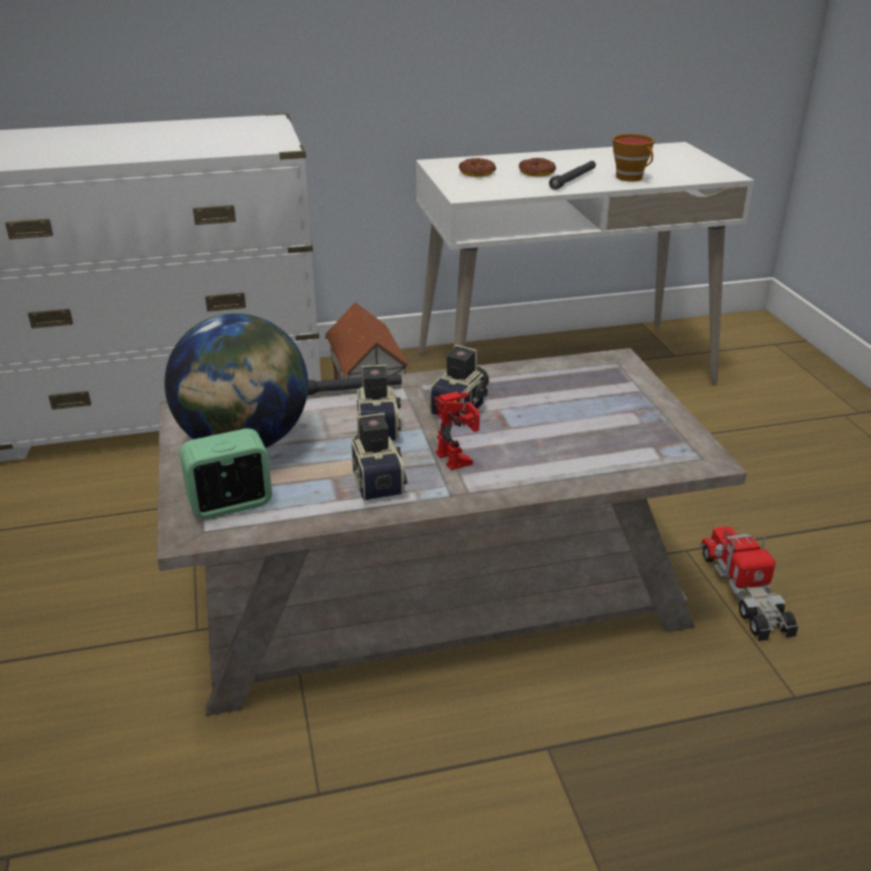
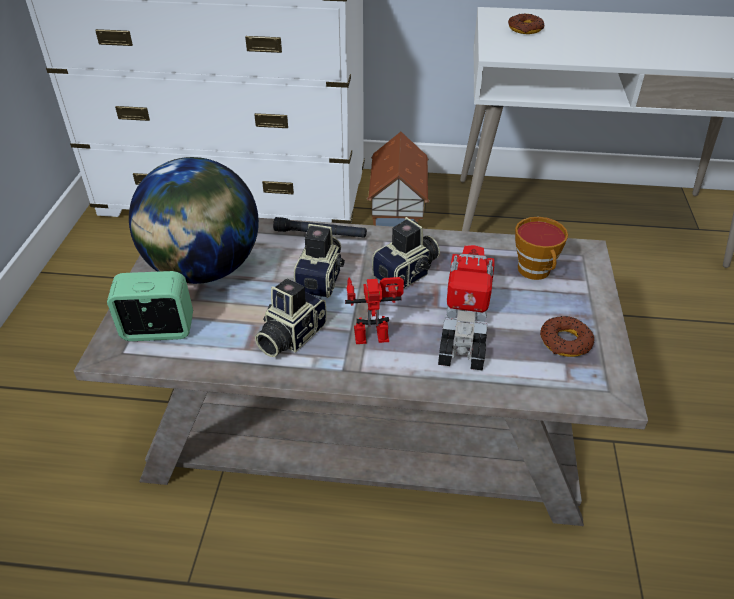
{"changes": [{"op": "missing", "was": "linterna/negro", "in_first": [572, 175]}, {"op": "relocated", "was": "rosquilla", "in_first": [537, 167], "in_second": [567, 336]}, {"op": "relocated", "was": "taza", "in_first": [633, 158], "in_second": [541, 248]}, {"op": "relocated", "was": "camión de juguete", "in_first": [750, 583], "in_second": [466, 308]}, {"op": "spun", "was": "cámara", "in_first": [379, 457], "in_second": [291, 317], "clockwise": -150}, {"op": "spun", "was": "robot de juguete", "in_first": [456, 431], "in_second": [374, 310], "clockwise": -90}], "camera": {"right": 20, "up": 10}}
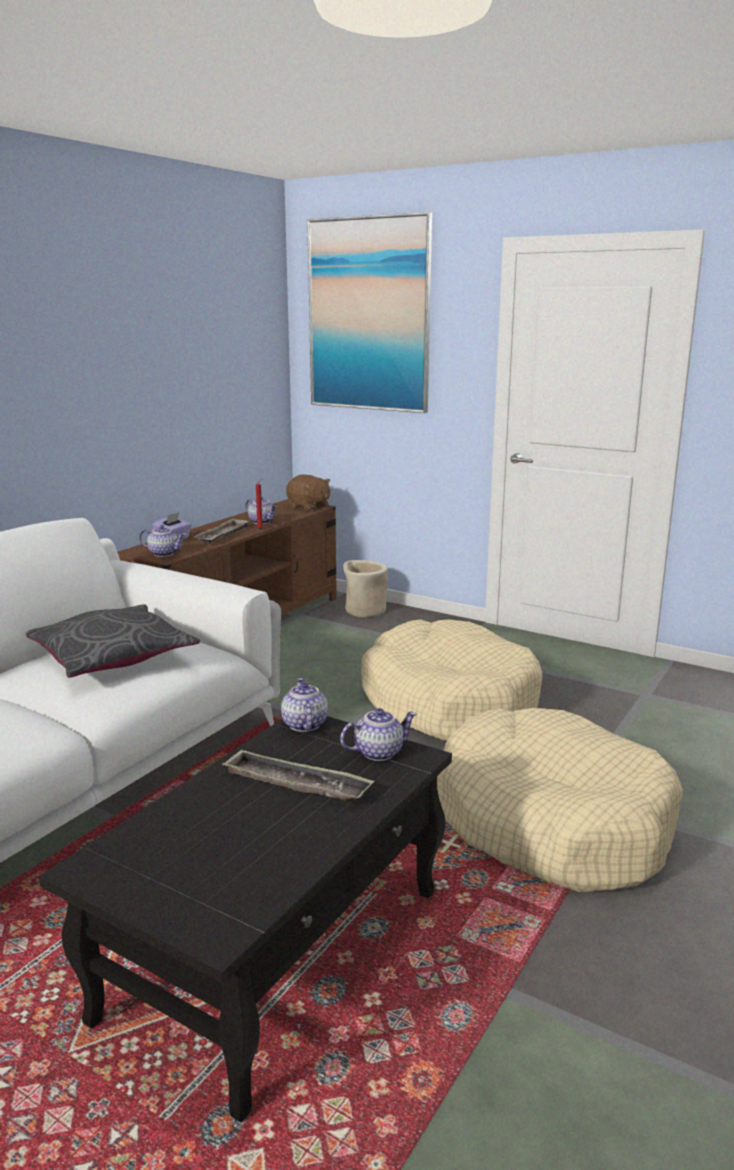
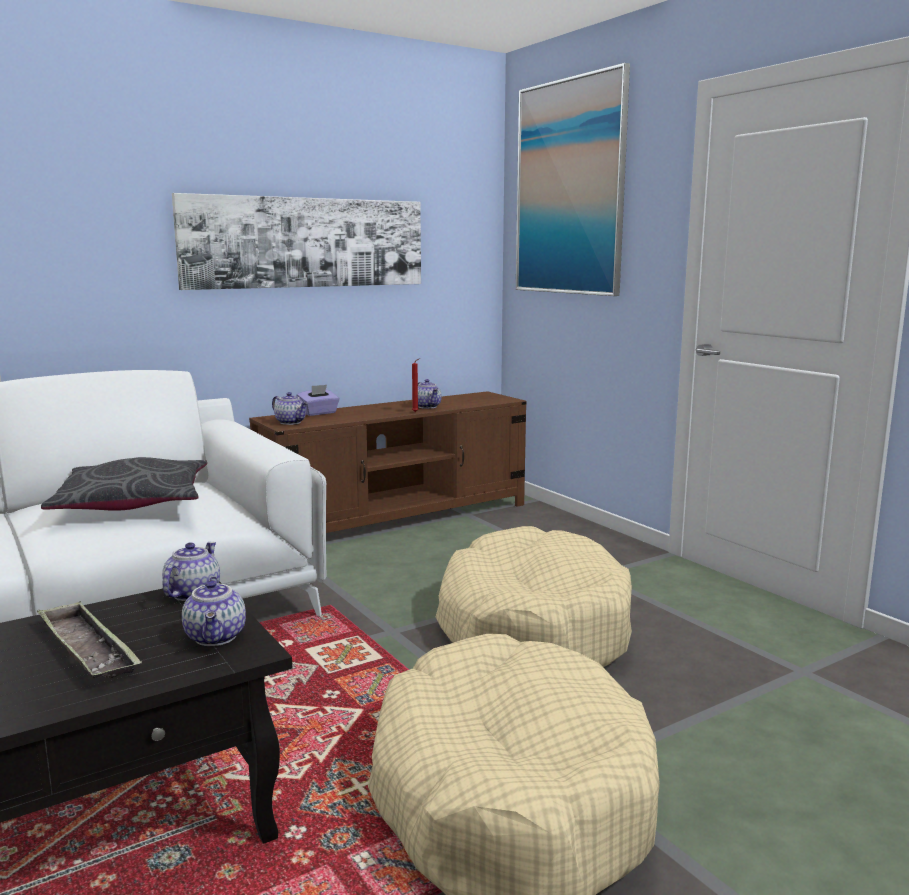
{"changes": [{"op": "missing", "was": "bandeja", "in_first": [221, 530]}, {"op": "missing", "was": "peluche/marrón", "in_first": [308, 493]}, {"op": "missing", "was": "maceta/beis", "in_first": [365, 588]}, {"op": "appeared", "now": "cuadro", "in_second": [296, 241]}, {"op": "spun", "was": "tetera", "in_first": [378, 734], "in_second": [214, 611], "clockwise": 75}], "camera": {"right": 25, "up": -5}}
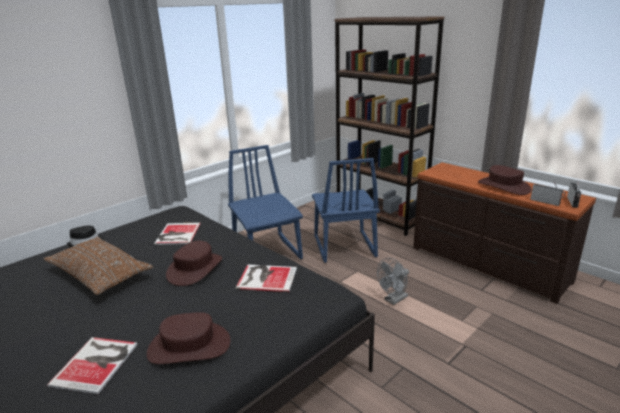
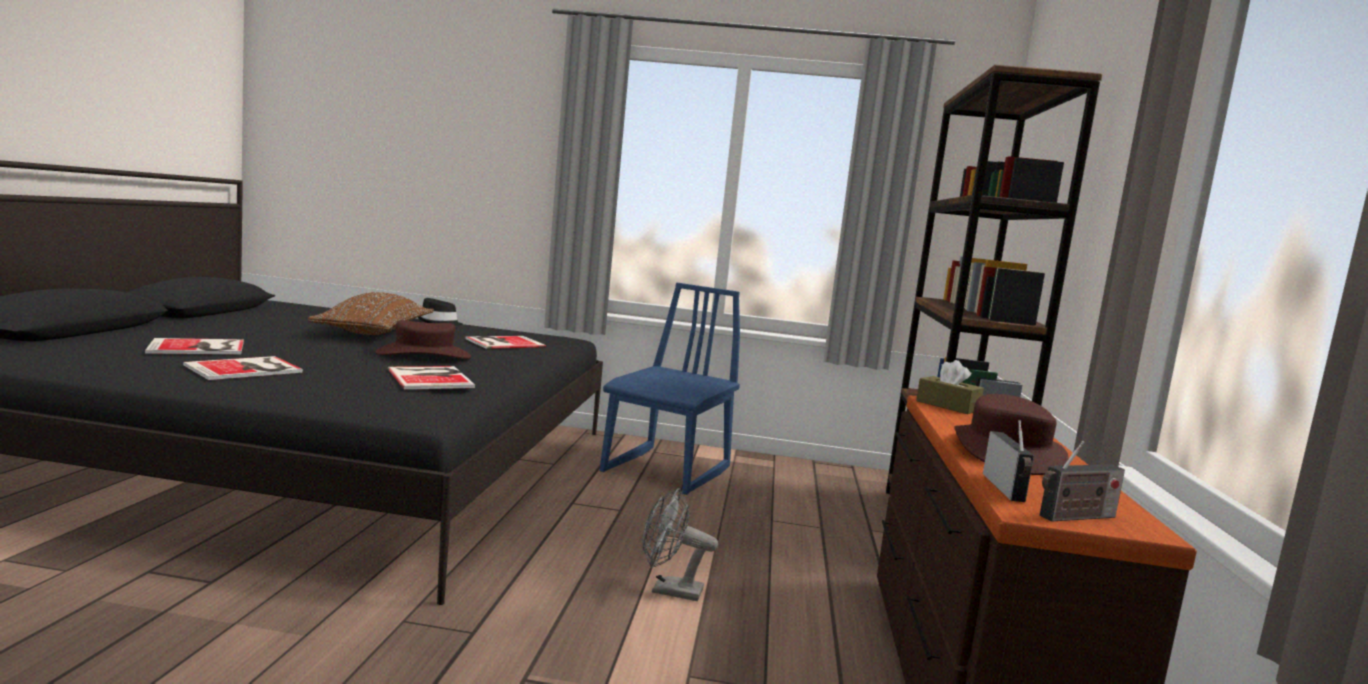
{"changes": [{"op": "missing", "was": "silla/azul", "in_first": [346, 210]}, {"op": "appeared", "now": "caja de pañuelos/marrón", "in_second": [950, 387]}, {"op": "exchanged", "was": "sombrero/marrón", "now": "libro", "in_first": [188, 338], "in_second": [243, 368]}], "camera": {"right": 50, "up": -15}}
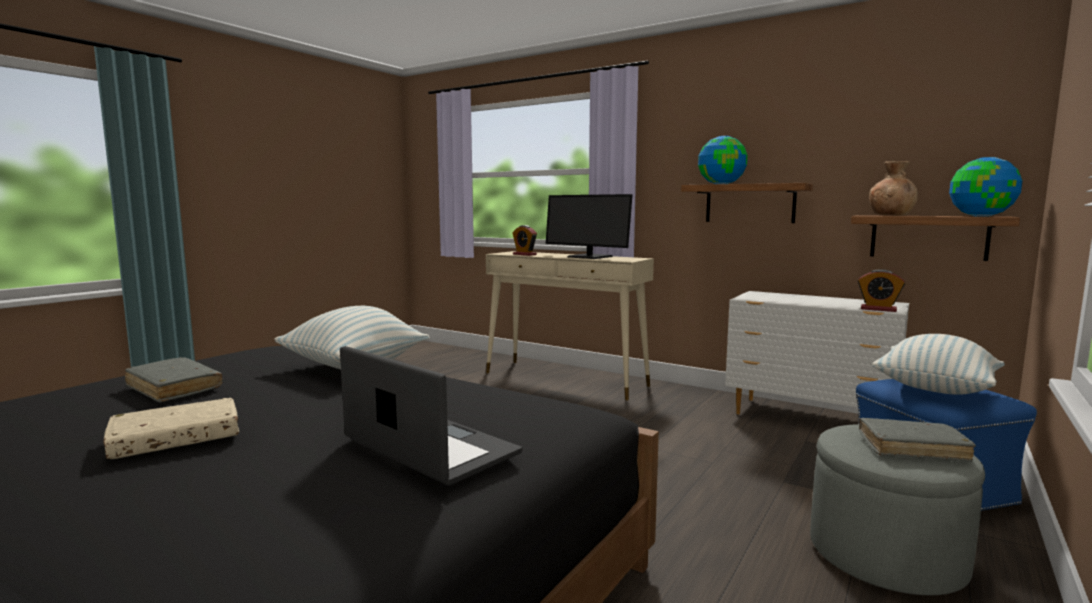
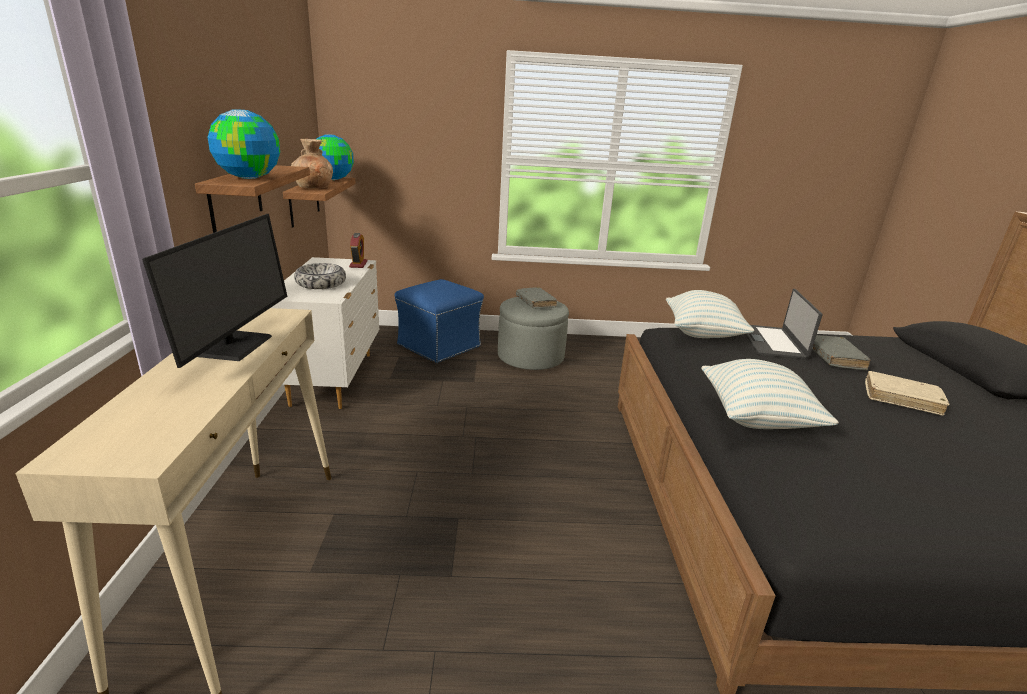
{"changes": [{"op": "missing", "was": "despertador", "in_first": [525, 240]}, {"op": "appeared", "now": "cuenco", "in_second": [320, 276]}, {"op": "relocated", "was": "libro/gris", "in_first": [174, 380], "in_second": [841, 352]}, {"op": "relocated", "was": "cojín", "in_first": [938, 364], "in_second": [710, 314]}], "camera": {"right": -125, "up": 15}}
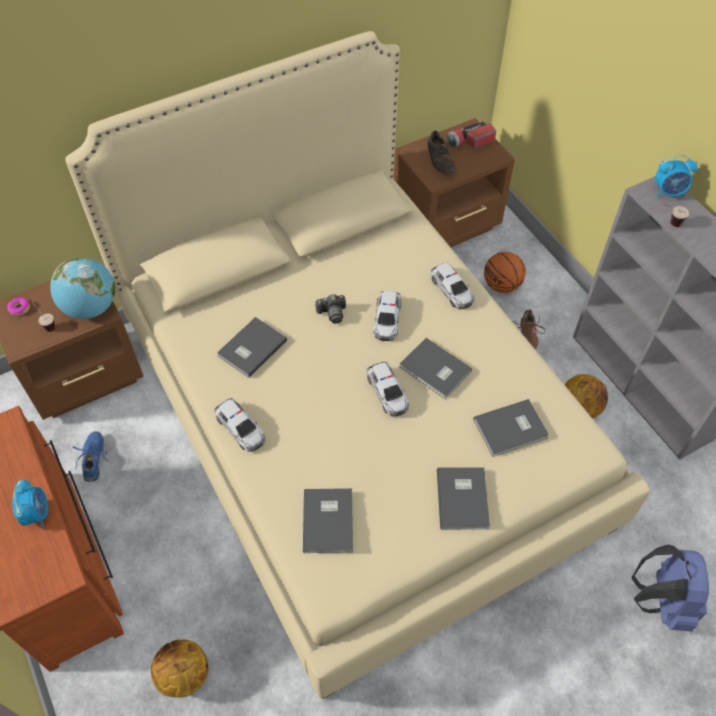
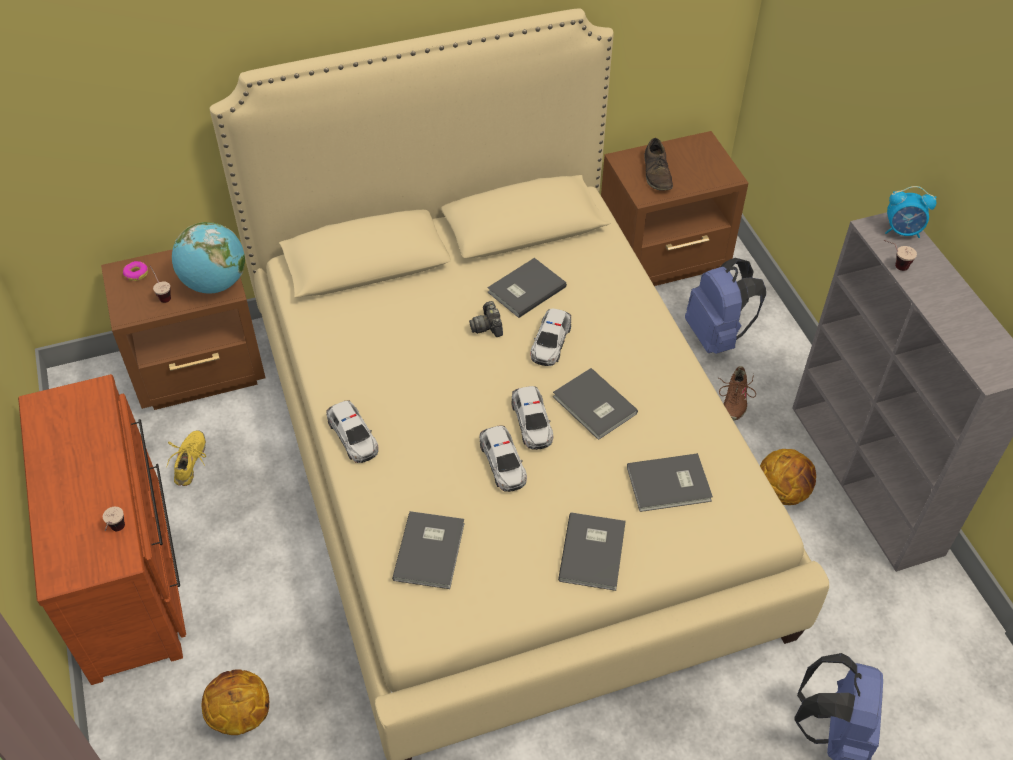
{"changes": [{"op": "missing", "was": "despertador", "in_first": [30, 503]}, {"op": "missing", "was": "linterna", "in_first": [471, 135]}, {"op": "appeared", "now": "taza", "in_second": [114, 519]}, {"op": "relocated", "was": "libro/gris", "in_first": [252, 347], "in_second": [527, 288]}, {"op": "relocated", "was": "coche de juguete", "in_first": [452, 286], "in_second": [503, 458]}, {"op": "exchanged", "was": "balón de baloncesto", "now": "mochila/azul", "in_first": [505, 272], "in_second": [725, 306]}, {"op": "colour", "was": "zapato/azul", "now": "zapato/amarillo", "in_first": [90, 456], "in_second": [186, 458]}, {"op": "spun", "was": "cámara", "in_first": [330, 309], "in_second": [486, 319], "clockwise": 75}], "camera": {"right": 10, "up": -5}}
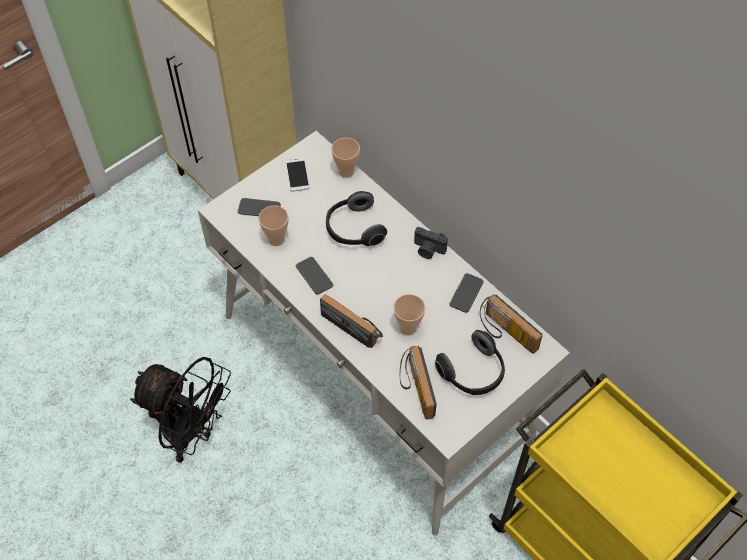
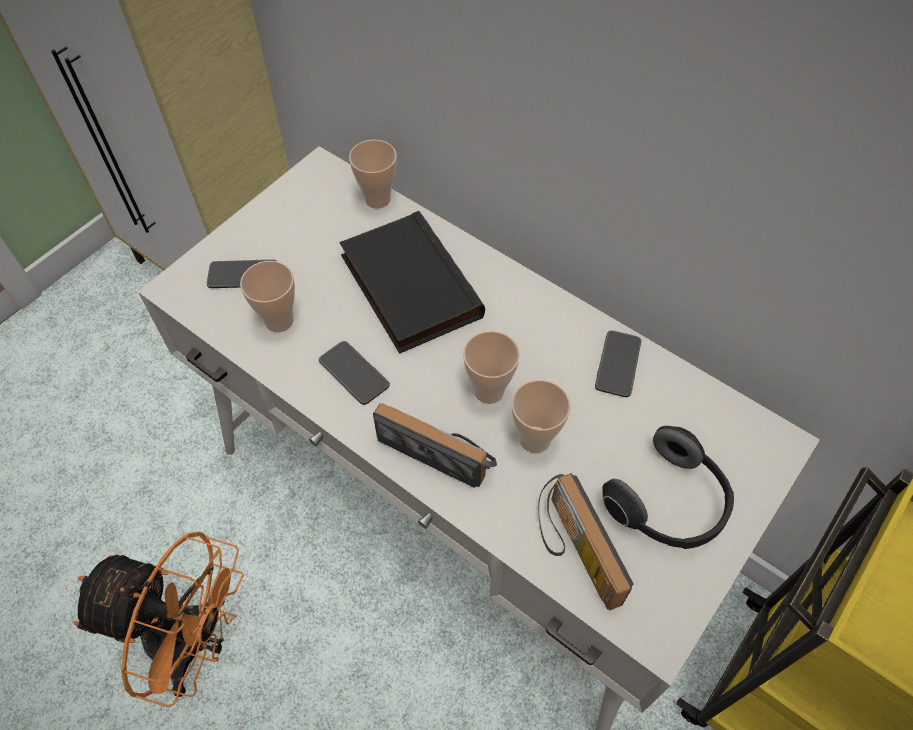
{"changes": [{"op": "missing", "was": "móvil", "in_first": [298, 175]}, {"op": "missing", "was": "cámara", "in_first": [431, 243]}, {"op": "missing", "was": "radio", "in_first": [511, 324]}, {"op": "appeared", "now": "taza", "in_second": [491, 367]}, {"op": "exchanged", "was": "auriculares", "now": "libro/negro", "in_first": [356, 218], "in_second": [412, 282]}, {"op": "colour", "was": "ventilador/negro", "now": "ventilador/naranja", "in_first": [180, 410], "in_second": [158, 619]}], "camera": {"right": -10, "up": 0}}
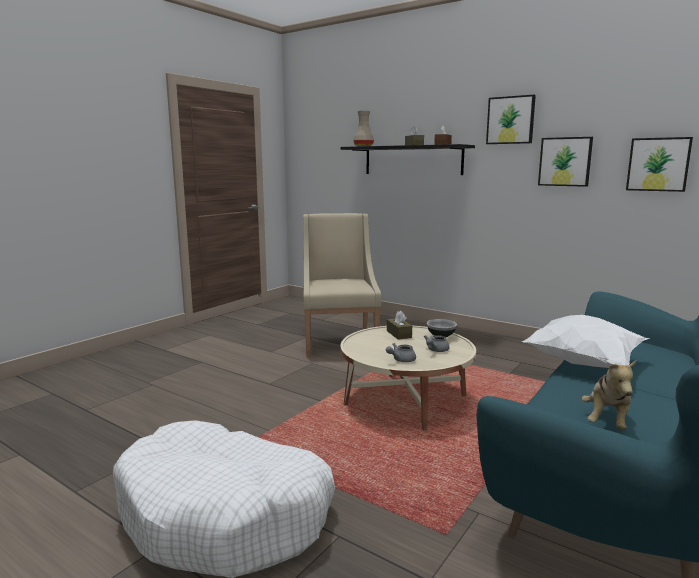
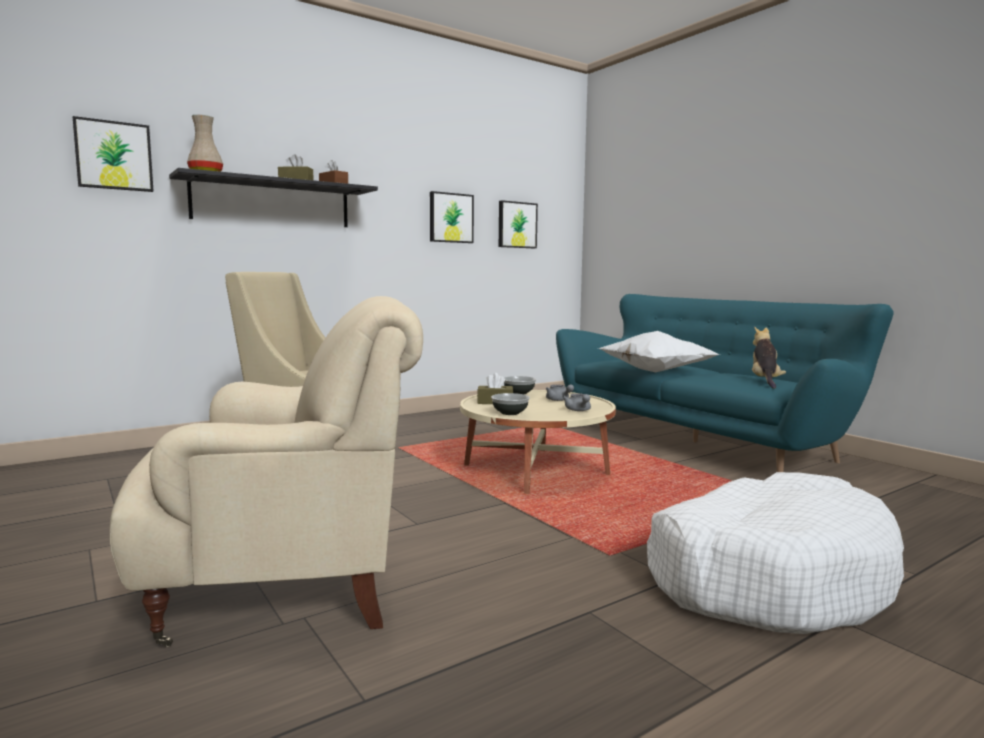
{"changes": [{"op": "appeared", "now": "sillón/beis", "in_second": [266, 471]}, {"op": "appeared", "now": "cuenco", "in_second": [510, 404]}, {"op": "relocated", "was": "cuadro", "in_first": [511, 119], "in_second": [113, 154]}, {"op": "spun", "was": "peluche", "in_first": [609, 395], "in_second": [769, 357], "clockwise": -120}], "camera": {"right": -70, "up": -5}}
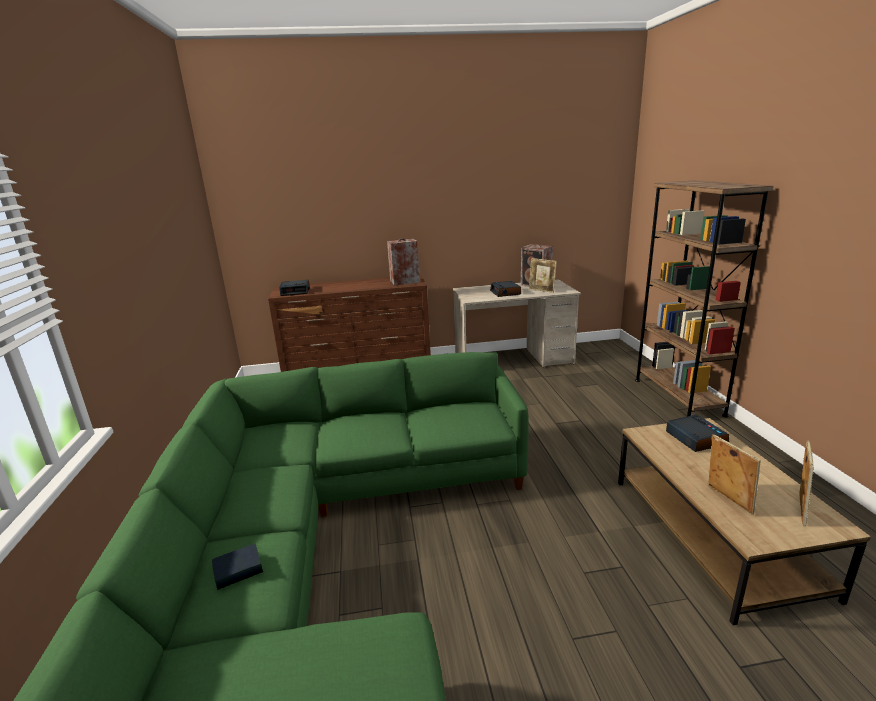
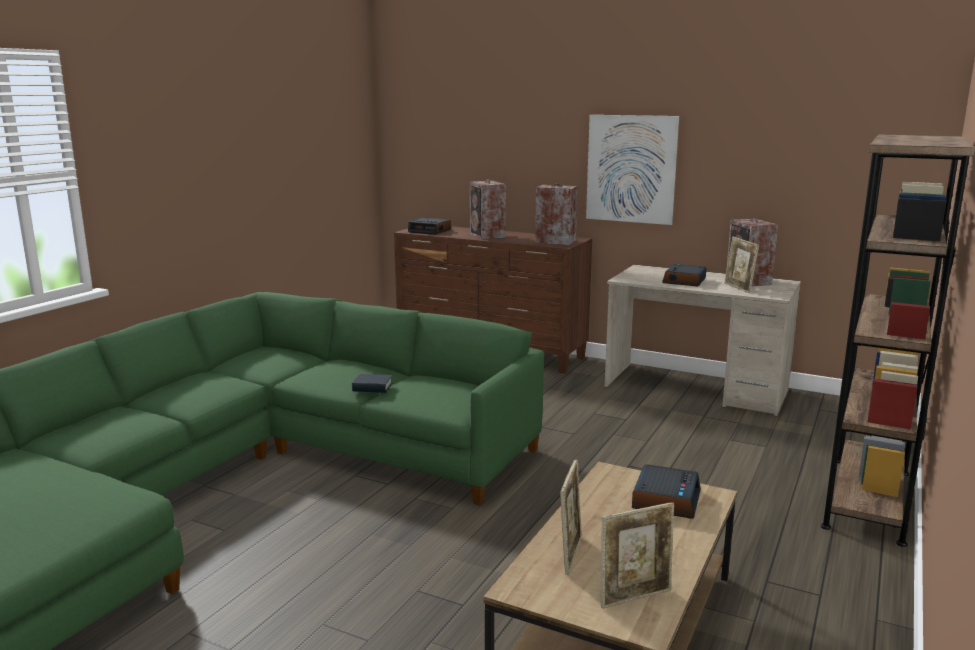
{"changes": [{"op": "appeared", "now": "altavoz", "in_second": [488, 210]}, {"op": "appeared", "now": "cuadro", "in_second": [632, 170]}, {"op": "relocated", "was": "libro", "in_first": [237, 567], "in_second": [372, 383]}], "camera": {"right": 35, "up": -5}}
